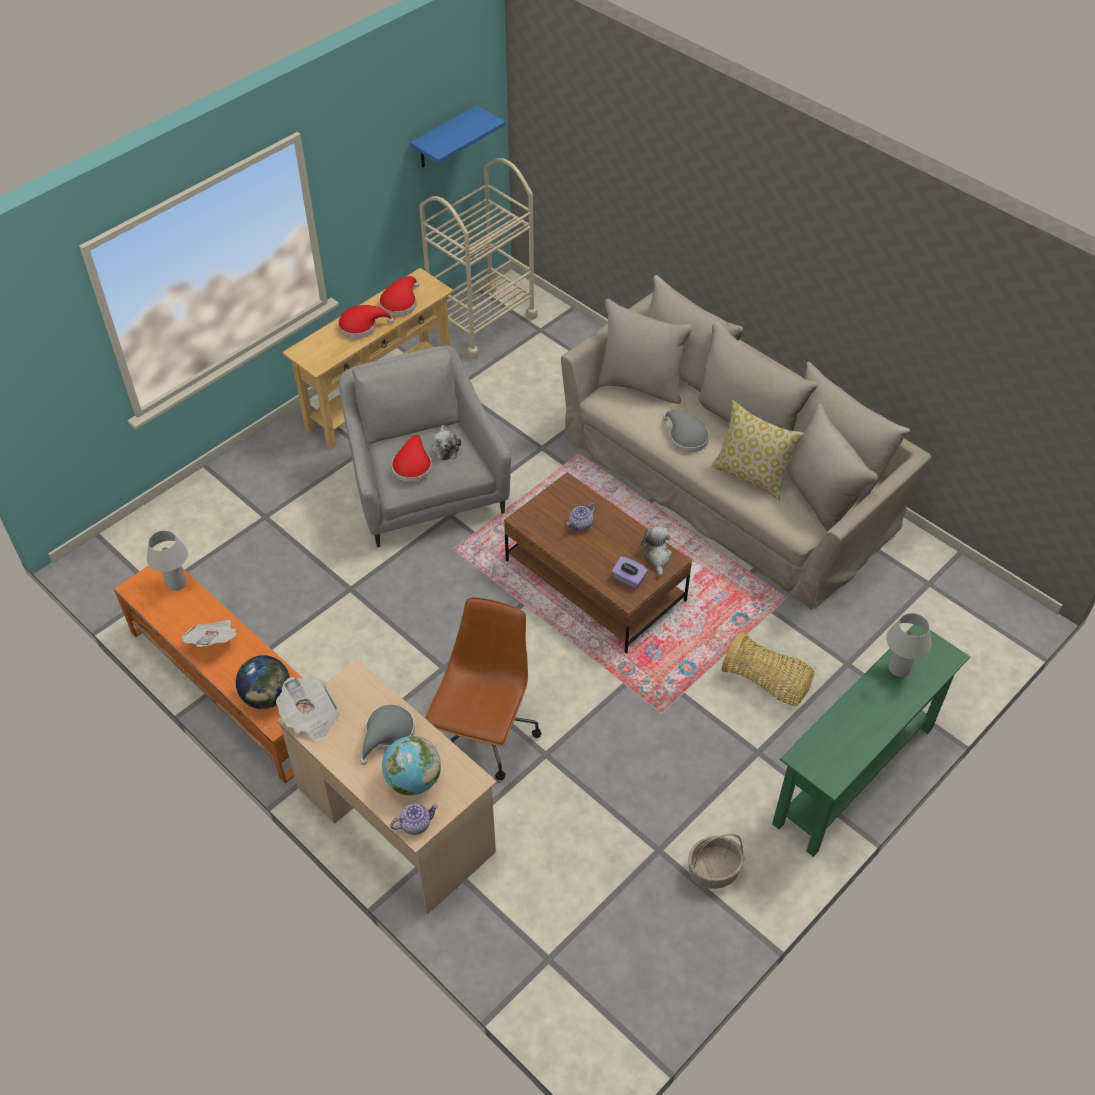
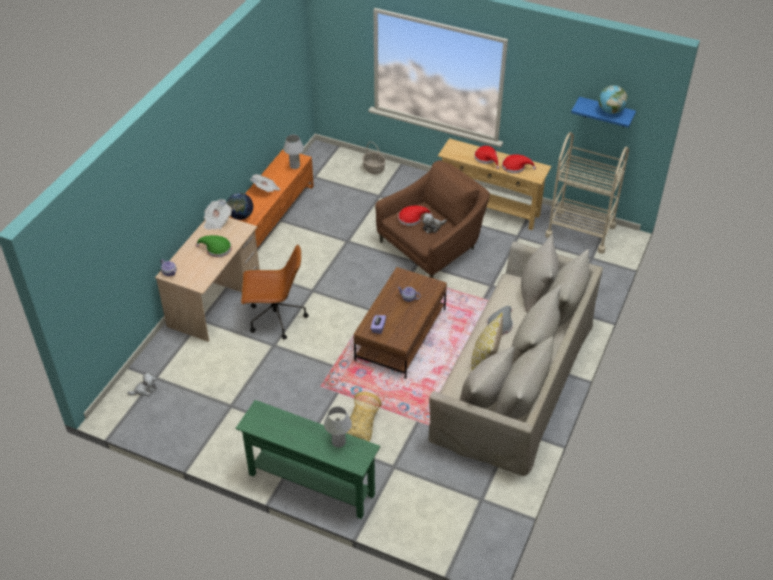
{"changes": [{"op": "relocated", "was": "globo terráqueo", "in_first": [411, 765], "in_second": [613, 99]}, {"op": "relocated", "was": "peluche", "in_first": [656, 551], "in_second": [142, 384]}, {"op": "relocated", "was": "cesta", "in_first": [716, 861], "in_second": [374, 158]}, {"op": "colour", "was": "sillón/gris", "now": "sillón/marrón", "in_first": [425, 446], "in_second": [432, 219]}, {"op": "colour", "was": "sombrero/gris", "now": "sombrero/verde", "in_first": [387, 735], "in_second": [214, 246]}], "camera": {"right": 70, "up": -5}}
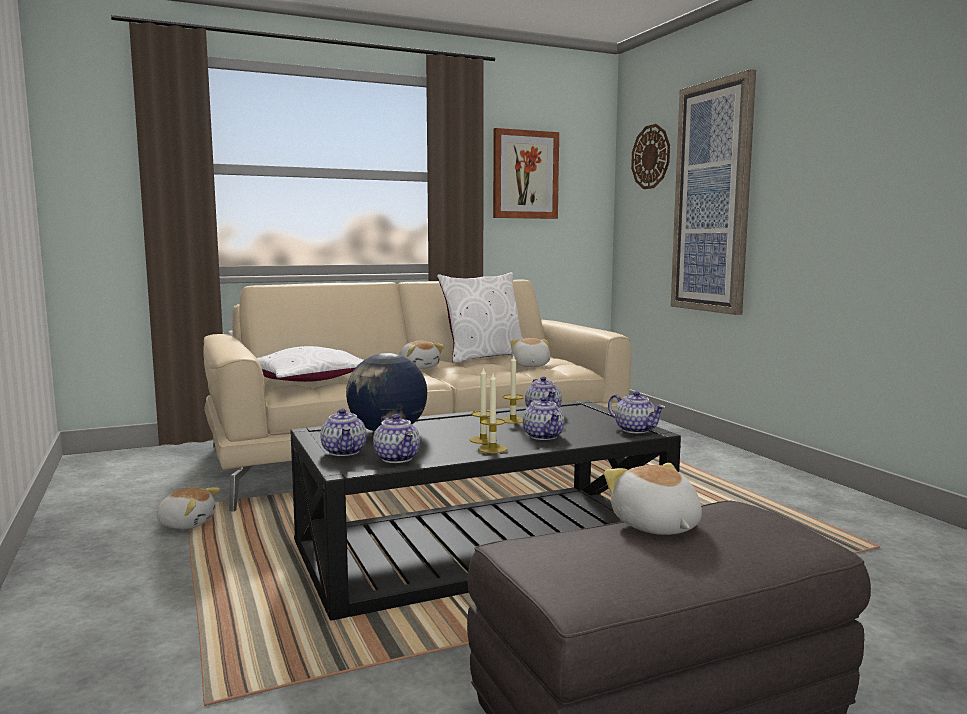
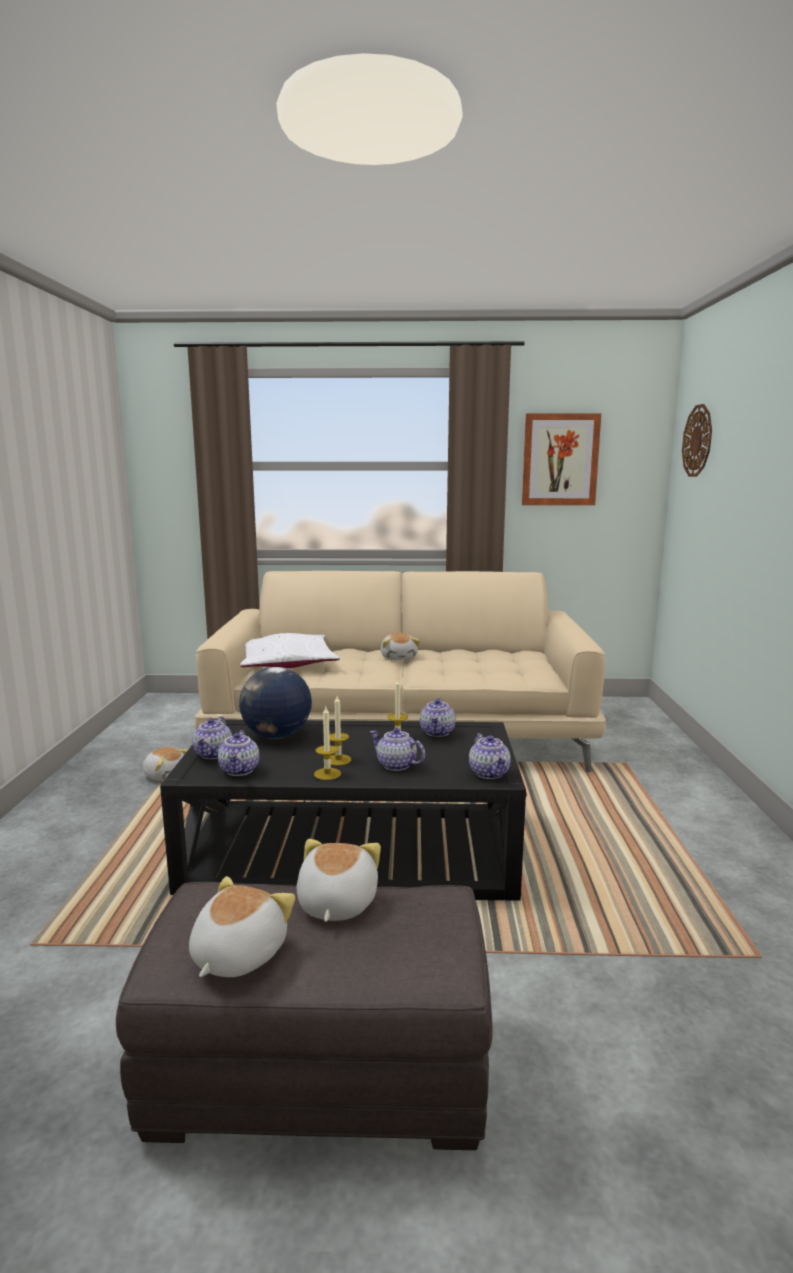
{"changes": [{"op": "missing", "was": "cojín/blanco", "in_first": [480, 317]}, {"op": "missing", "was": "cuadro", "in_first": [713, 192]}, {"op": "relocated", "was": "peluche", "in_first": [530, 352], "in_second": [242, 926]}, {"op": "spun", "was": "tetera", "in_first": [543, 418], "in_second": [397, 749], "clockwise": 120}], "camera": {"right": 25, "up": 5}}
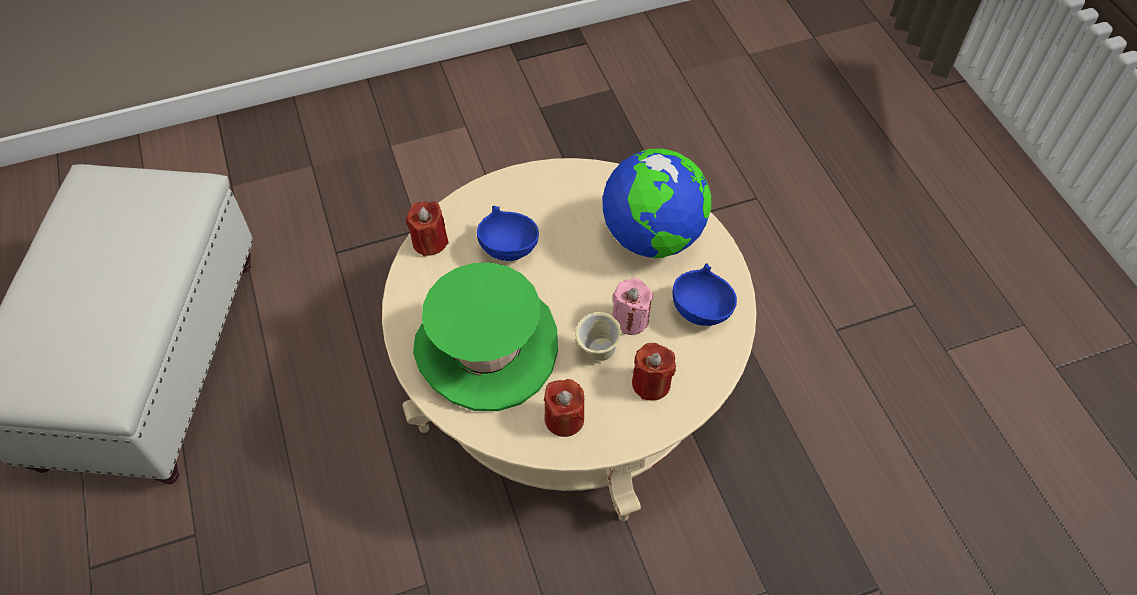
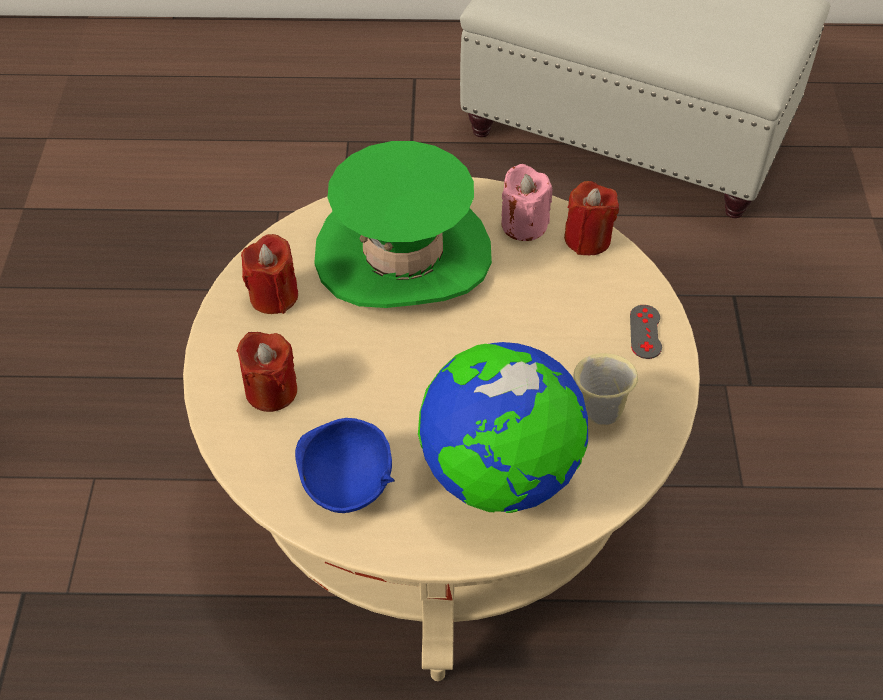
{"changes": [{"op": "missing", "was": "cuenco/azul", "in_first": [508, 233]}, {"op": "appeared", "now": "mando de consola/gris", "in_second": [646, 332]}, {"op": "relocated", "was": "taza grande/beis", "in_first": [598, 336], "in_second": [606, 389]}, {"op": "relocated", "was": "vela/rosa", "in_first": [632, 306], "in_second": [526, 202]}], "camera": {"right": 110, "up": -5}}
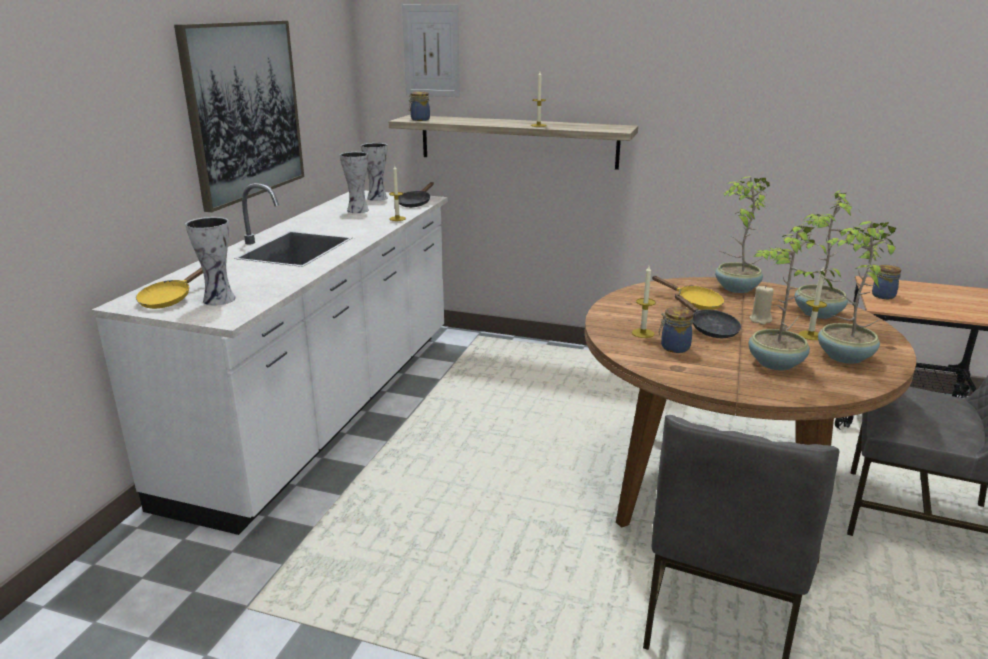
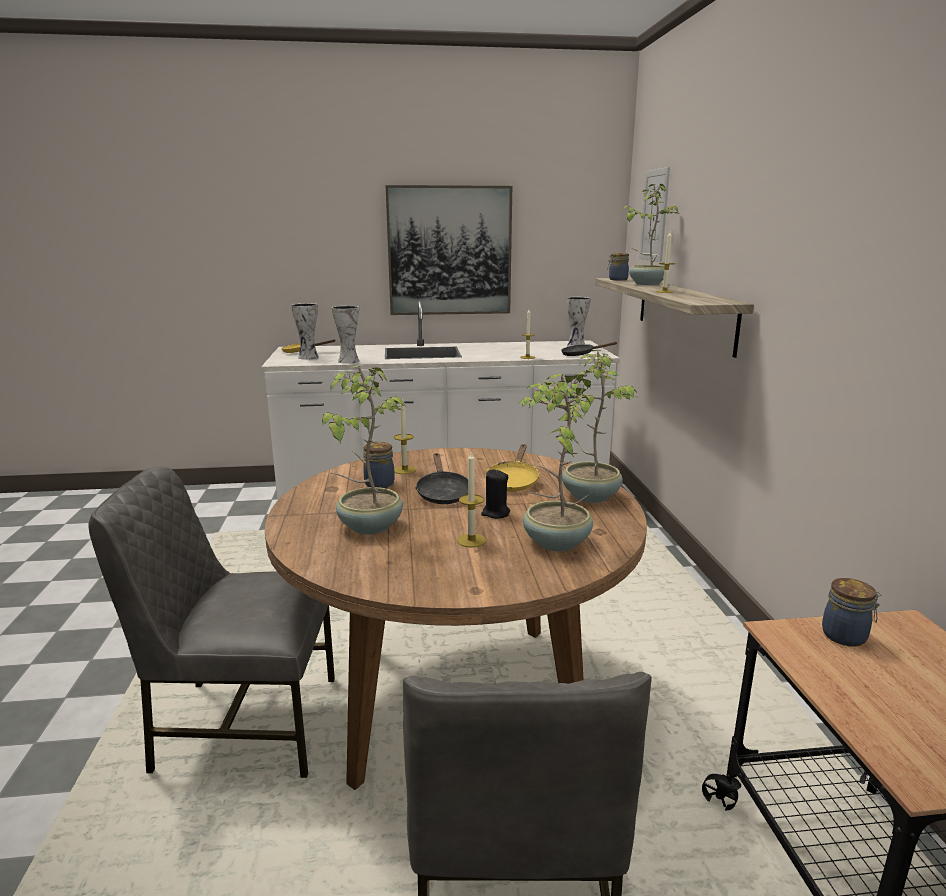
{"changes": [{"op": "relocated", "was": "florero", "in_first": [354, 182], "in_second": [345, 334]}, {"op": "relocated", "was": "planta en maceta", "in_first": [857, 292], "in_second": [650, 234]}, {"op": "colour", "was": "vela/beis", "now": "vela/negro", "in_first": [761, 305], "in_second": [495, 494]}, {"op": "spun", "was": "sartén/negro", "in_first": [708, 316], "in_second": [441, 478], "clockwise": -45}], "camera": {"right": 65, "up": -5}}
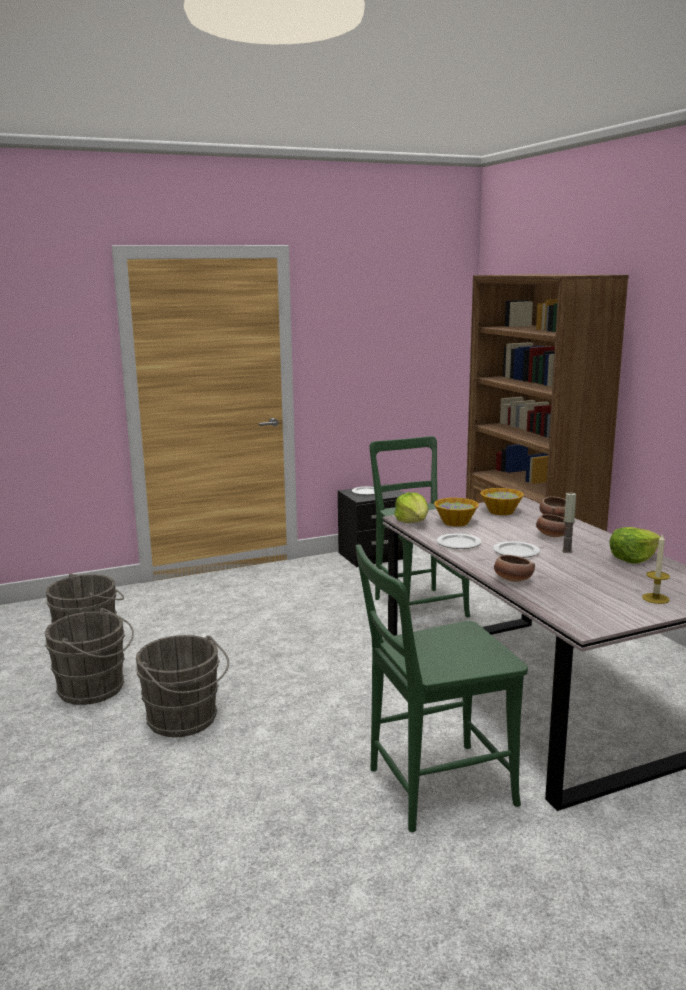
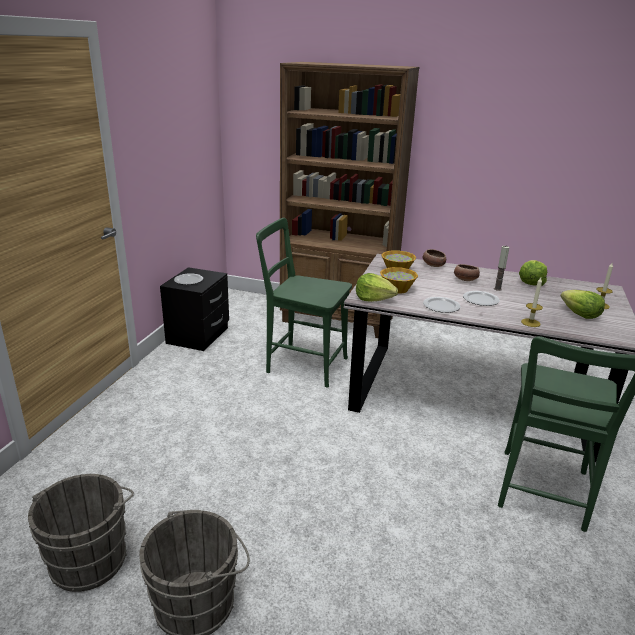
{"changes": [{"op": "missing", "was": "cubo/gris", "in_first": [182, 686]}, {"op": "appeared", "now": "lechuga", "in_second": [583, 304]}, {"op": "exchanged", "was": "cuenco", "now": "vela", "in_first": [514, 568], "in_second": [532, 302]}], "camera": {"right": -50, "up": 10}}
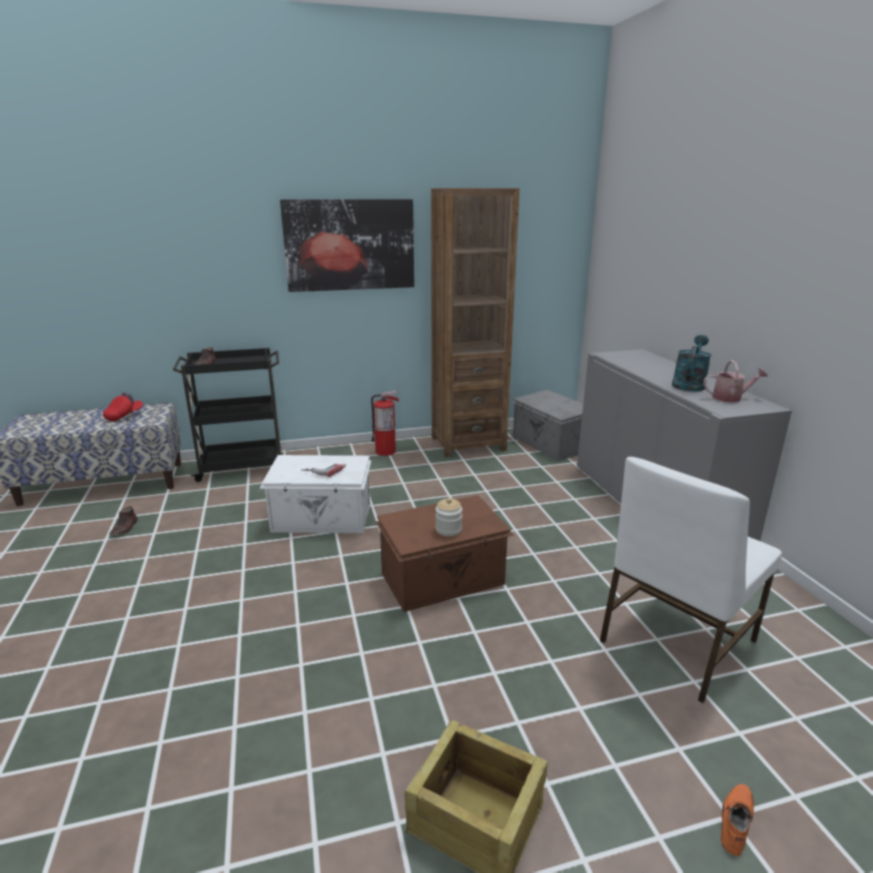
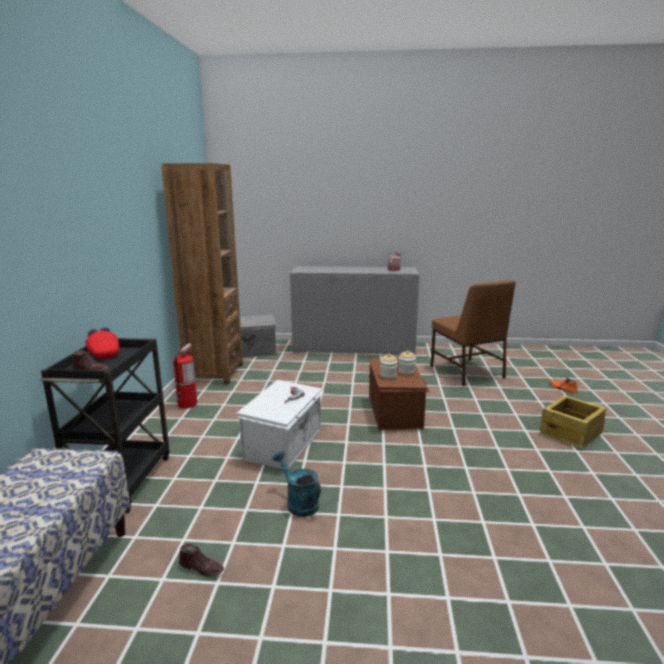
{"changes": [{"op": "missing", "was": "cuadro", "in_first": [347, 245]}, {"op": "appeared", "now": "tarro", "in_second": [389, 366]}, {"op": "relocated", "was": "gorra/rojo", "in_first": [123, 406], "in_second": [102, 343]}, {"op": "relocated", "was": "regadera/turquesa", "in_first": [692, 363], "in_second": [297, 484]}, {"op": "colour", "was": "silla/blanco", "now": "silla/marrón", "in_first": [691, 580], "in_second": [473, 333]}], "camera": {"right": -70, "up": -5}}
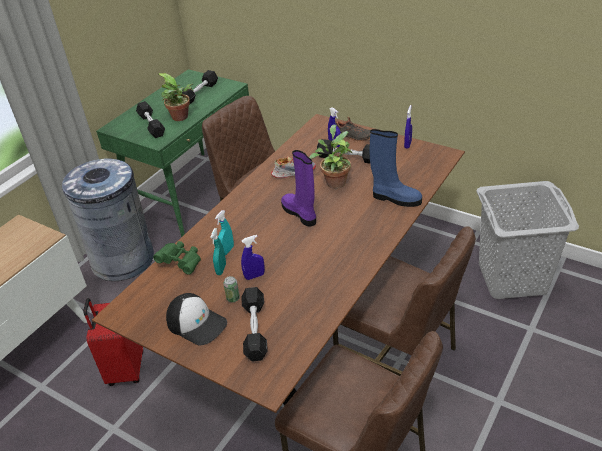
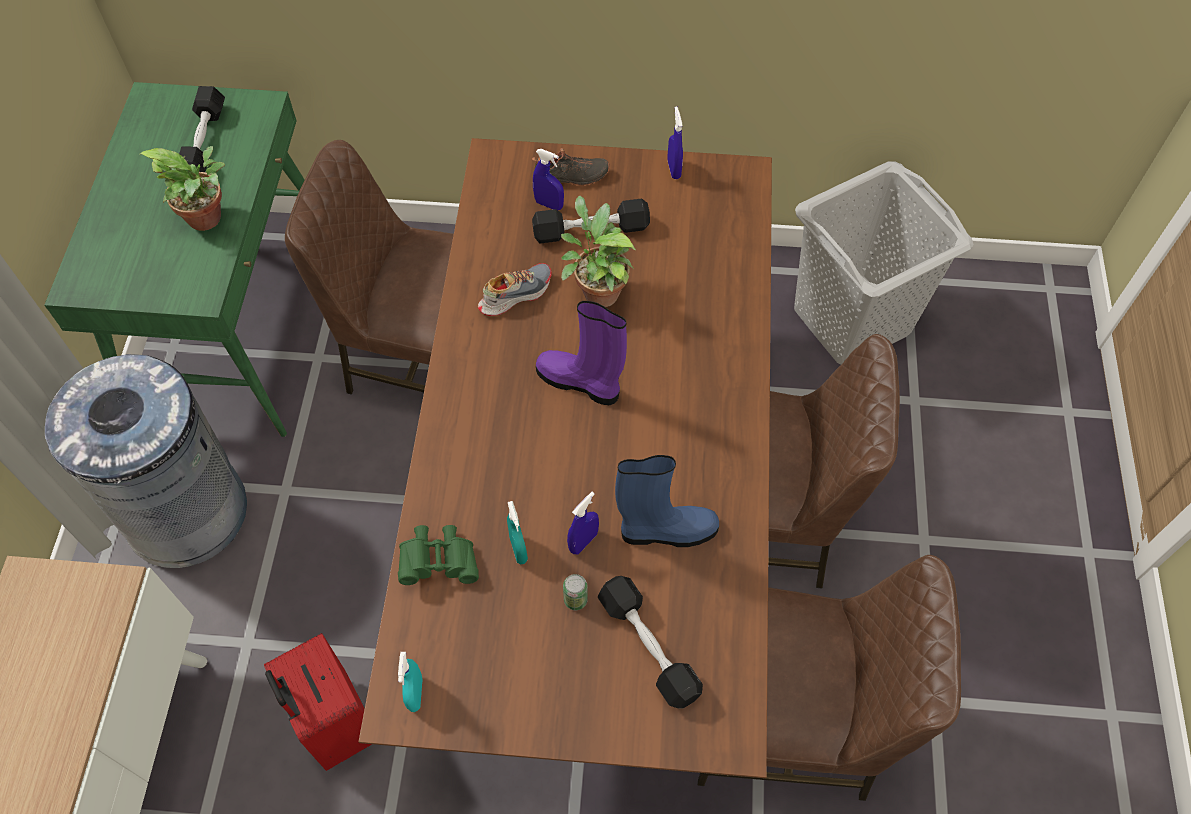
{"changes": [{"op": "missing", "was": "mancuerna/negro", "in_first": [150, 119]}, {"op": "missing", "was": "gorra", "in_first": [196, 319]}, {"op": "relocated", "was": "pulverizador/turquesa", "in_first": [224, 232], "in_second": [410, 682]}, {"op": "relocated", "was": "bota/azul", "in_first": [396, 168], "in_second": [667, 501]}], "camera": {"right": -30, "up": 20}}
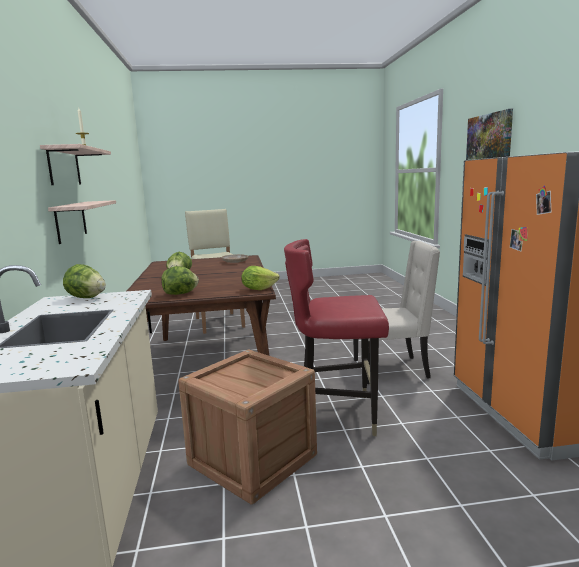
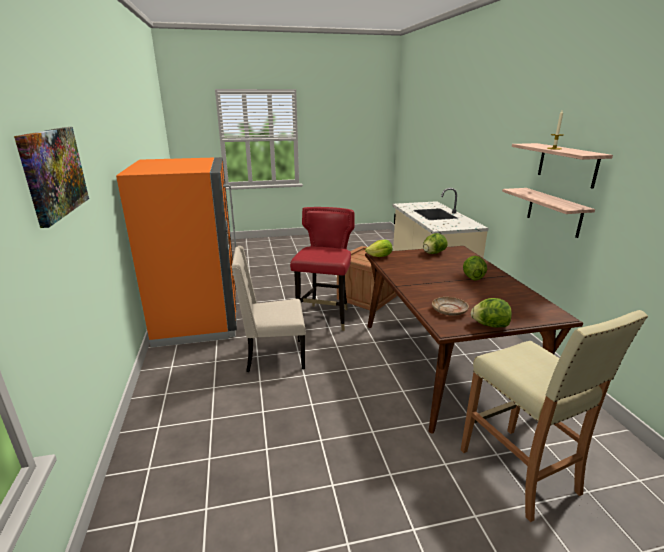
{"changes": [{"op": "relocated", "was": "lechuga", "in_first": [84, 281], "in_second": [491, 312]}, {"op": "spun", "was": "silla/rojo", "in_first": [336, 337], "in_second": [322, 269], "clockwise": -75}], "camera": {"right": 175, "up": 10}}
